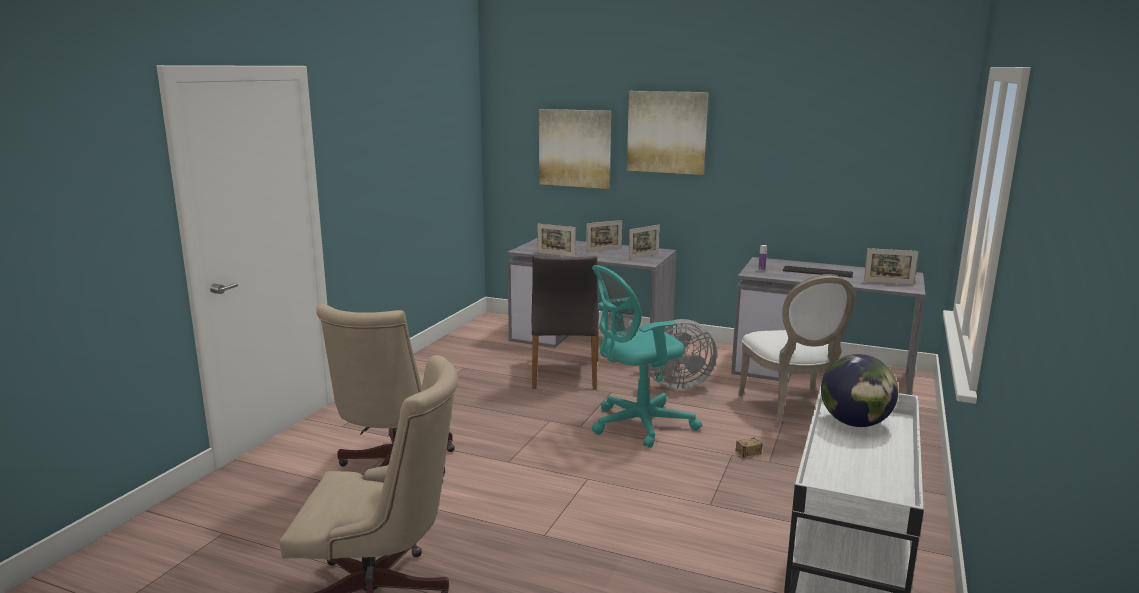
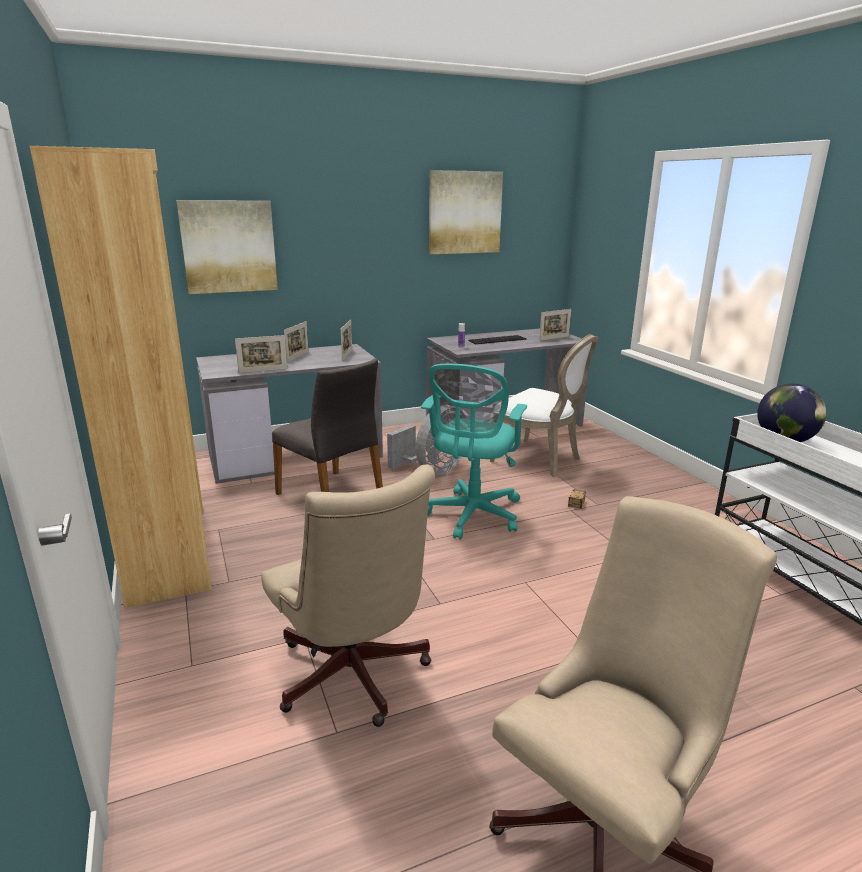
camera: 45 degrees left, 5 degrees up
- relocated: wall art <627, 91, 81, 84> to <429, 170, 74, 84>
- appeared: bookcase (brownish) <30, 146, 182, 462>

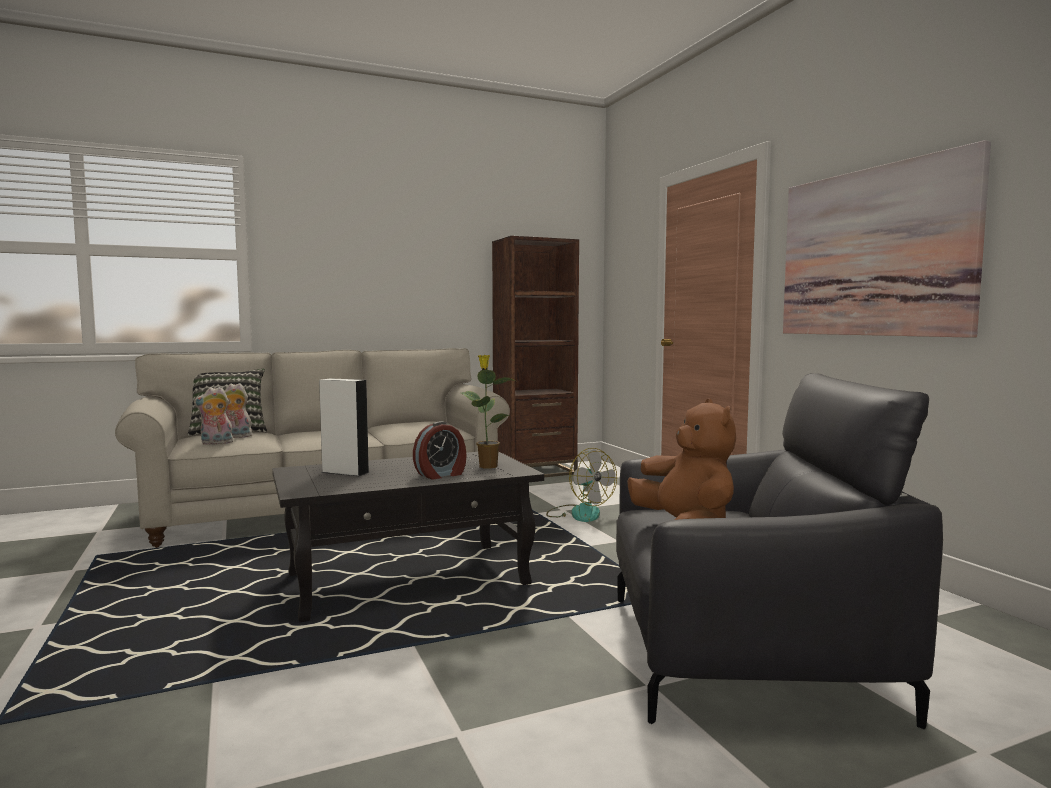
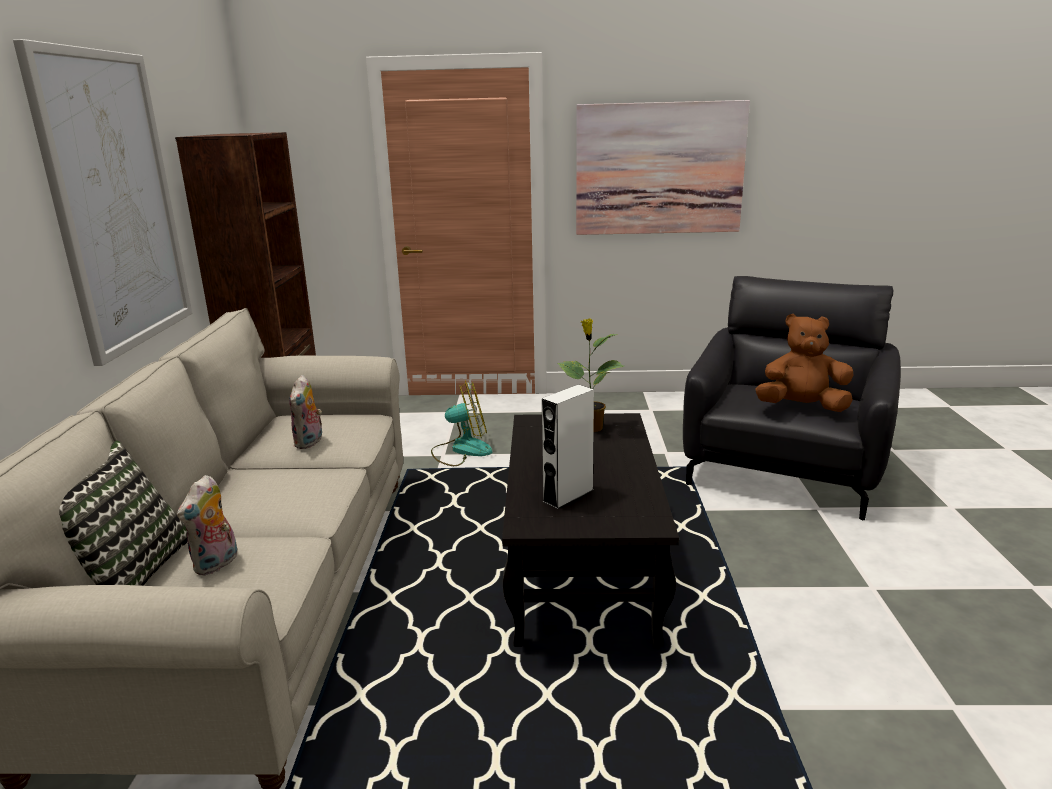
camera: 65 degrees left, 15 degrees up
- relocated: plush toy <194, 387, 39, 58> to <289, 375, 33, 74>
- missing: table clock <413, 422, 54, 57>
- appeared: wall art <13, 39, 179, 327>

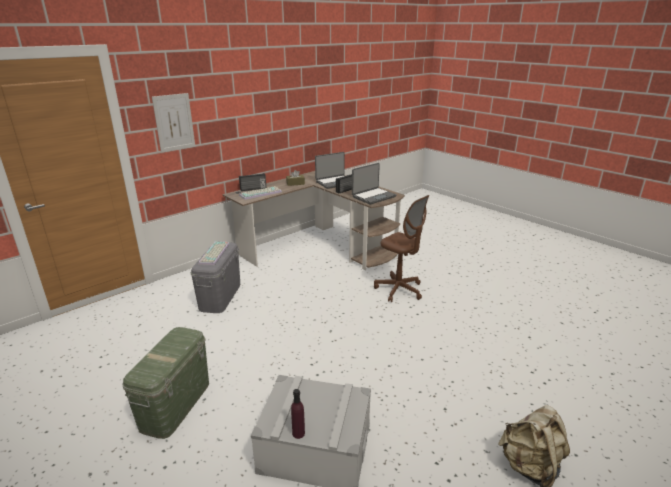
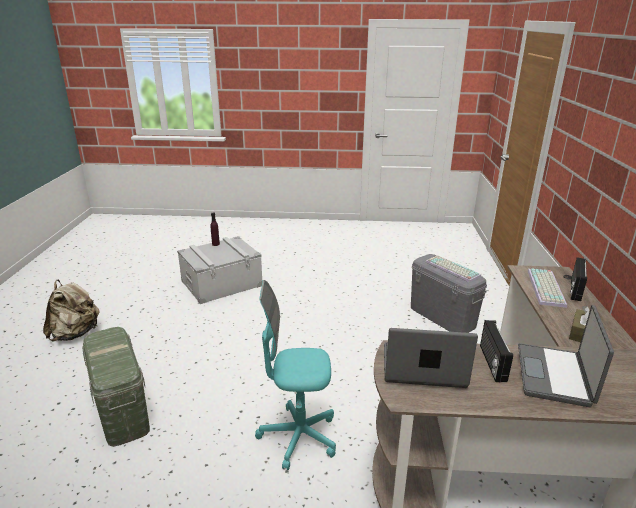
camera: 135 degrees right, 0 degrees up
- relocated: storage box (green) <122, 327, 87, 112> to <82, 327, 68, 120>
- missing: wall art <152, 93, 43, 60>
- spun: notebook computer <352, 163, 45, 42> = <384, 328, 94, 60> 90 degrees clockwise
- colour: office chair (brownish) <374, 195, 55, 107> to office chair (turquoise-coloured) <255, 280, 81, 190>

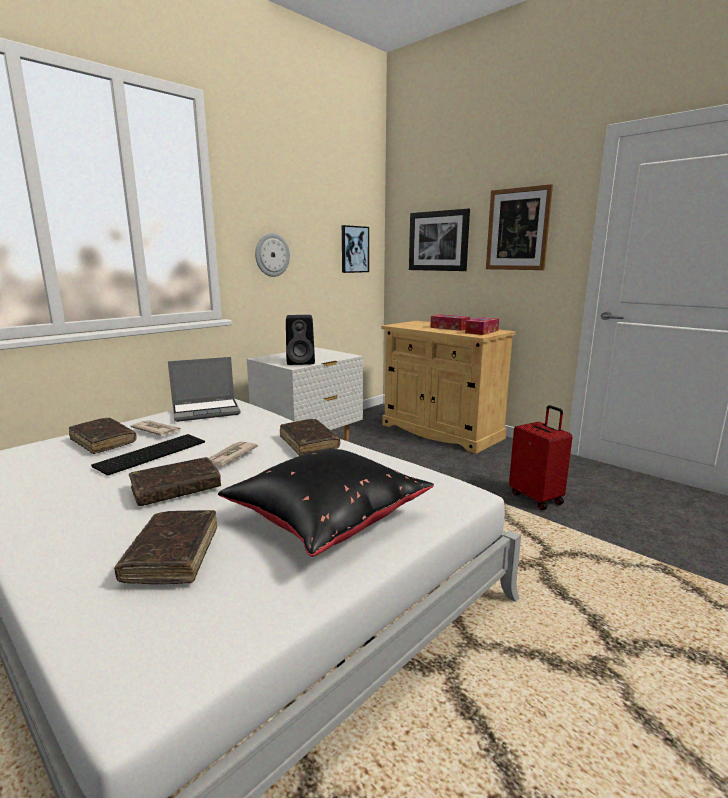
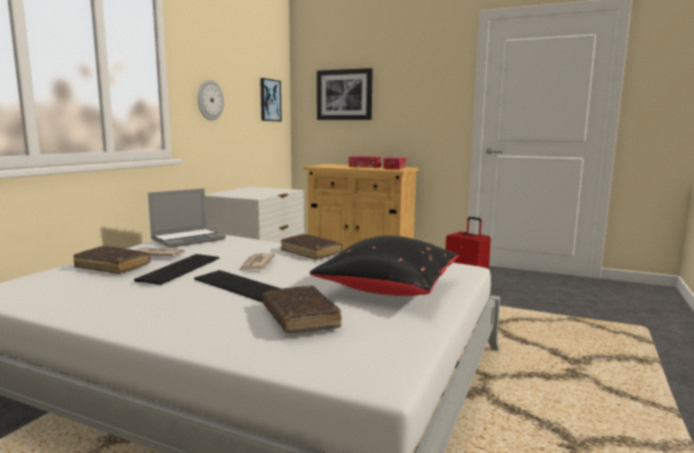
camera: 20 degrees left, 5 degrees down
- exchanged: volume (brownish) <129, 457, 92, 49> to PC keyboard <194, 270, 87, 32>
- missing: speaker (black-coloured) <286, 315, 29, 50>
- missing: wall art <486, 184, 67, 86>

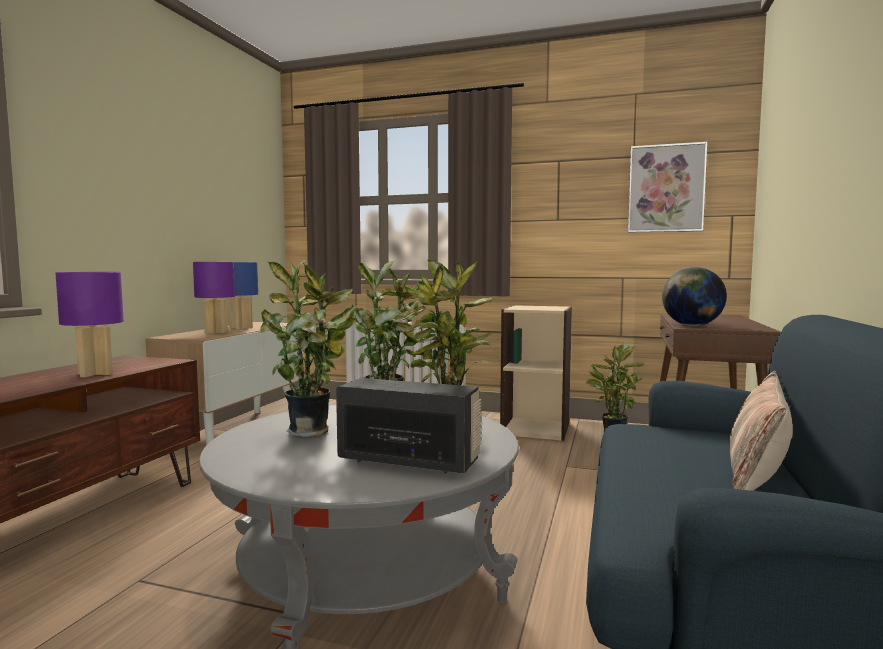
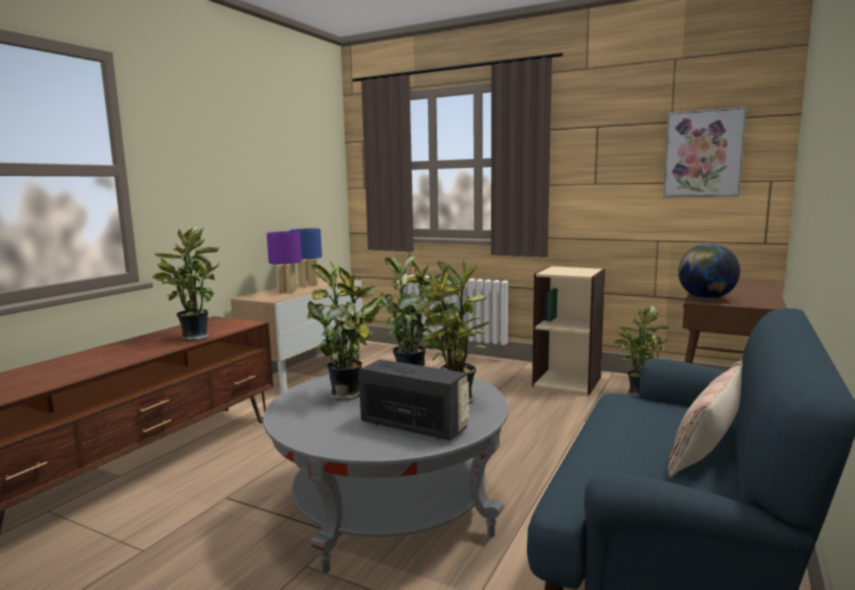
camera: 10 degrees right, 5 degrees up
- exchanged: tabletop lamp (purple) <55, 272, 69, 105> to plant in a pot <152, 226, 68, 115>

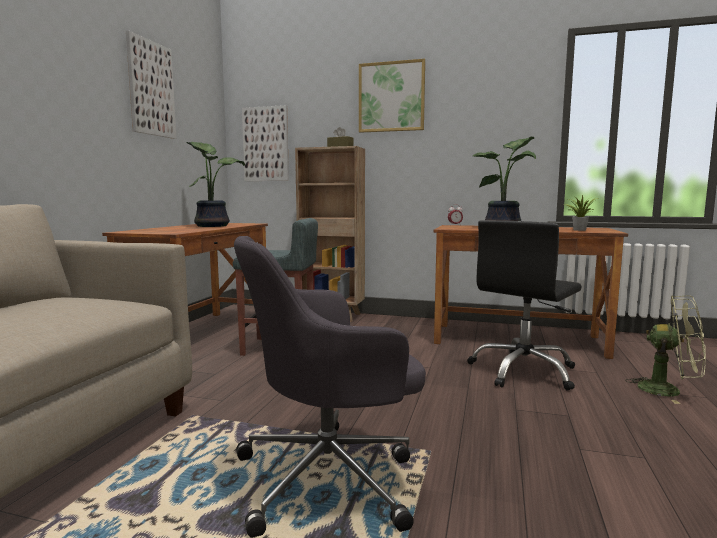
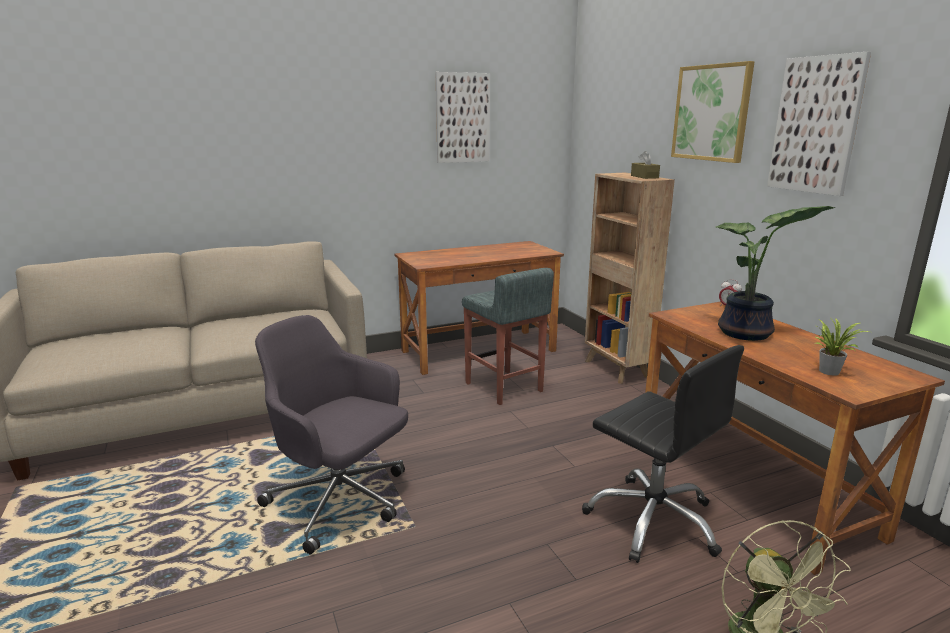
camera: 50 degrees right, 10 degrees up
- missing: plant in a pot <186, 142, 59, 85>
- relocated: wall art <242, 105, 47, 76> to <767, 52, 104, 144>
- spun: office chair (black-coloured) <468, 220, 114, 171> = <582, 345, 162, 218> 135 degrees counterclockwise

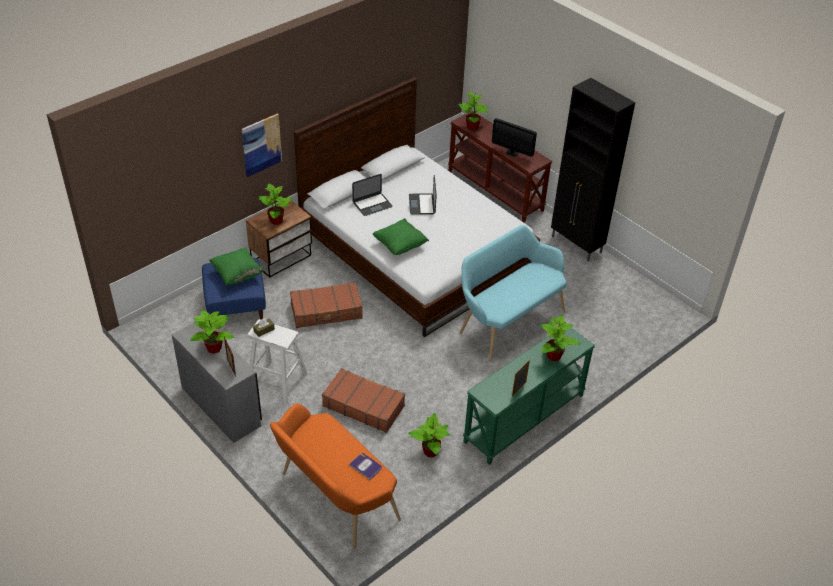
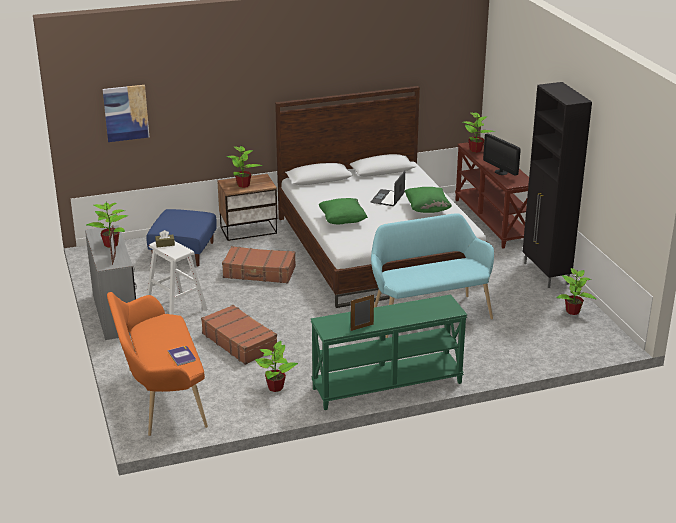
camera: 25 degrees right, 15 degrees down
- relocated: cushion (green) <209, 247, 55, 38> to <405, 187, 47, 26>
- relocated: wall art <242, 114, 40, 63> to <103, 85, 46, 57>
- missing: notebook computer <352, 174, 40, 42>
- relocated: plant in a pot <540, 314, 41, 47> to <557, 268, 39, 47>

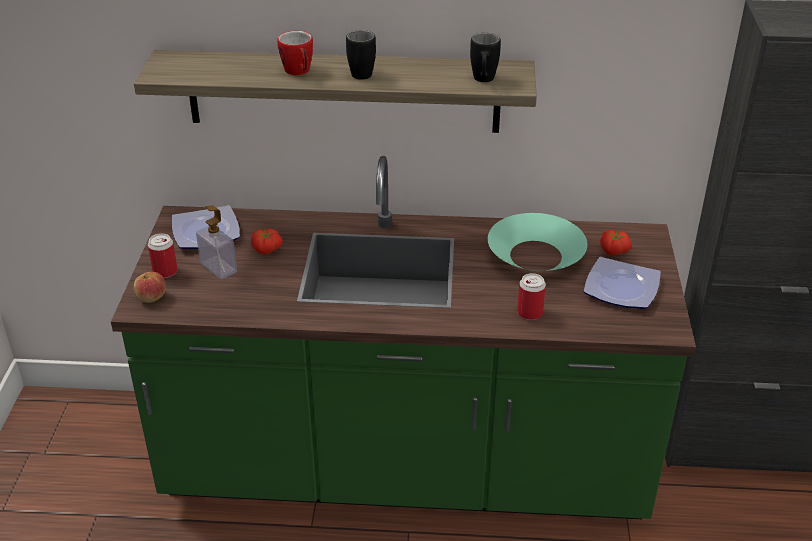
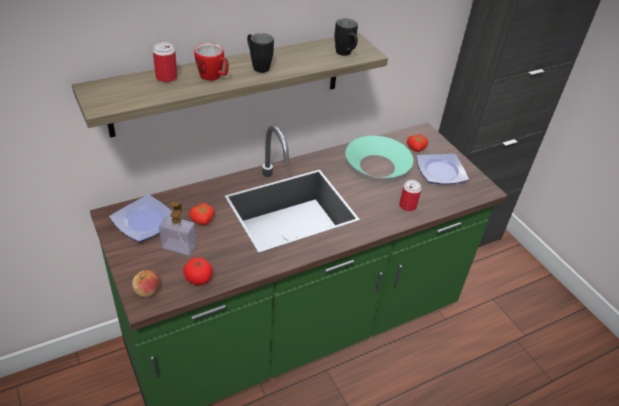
camera: 35 degrees left, 5 degrees up
- relocated: sealed can <148, 233, 29, 45> to <153, 42, 24, 41>
- appeared: whole tomato <183, 257, 30, 28>

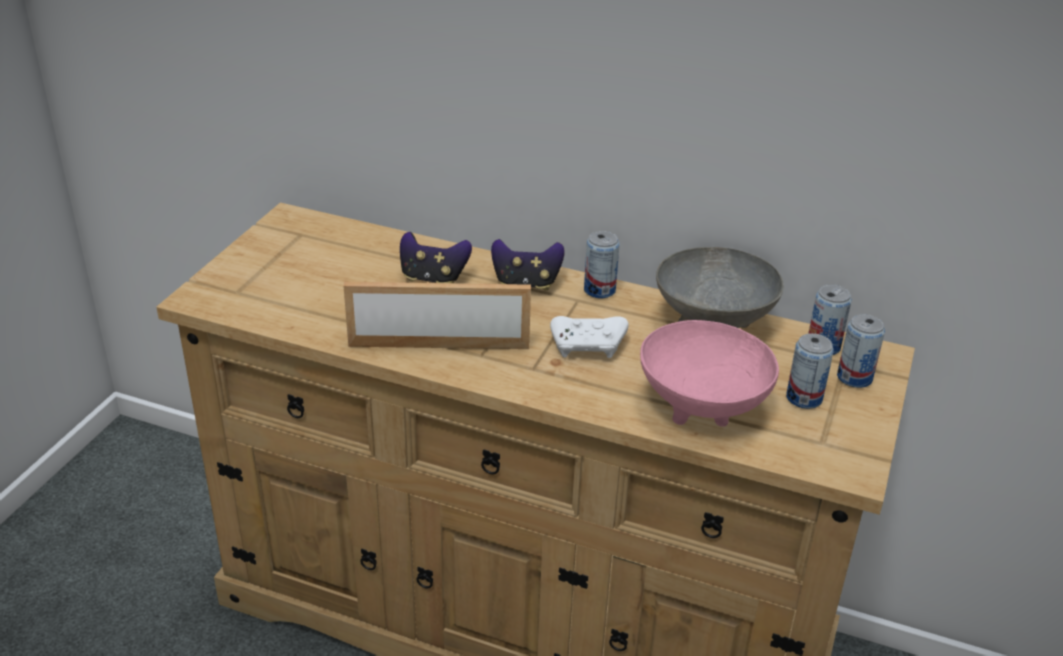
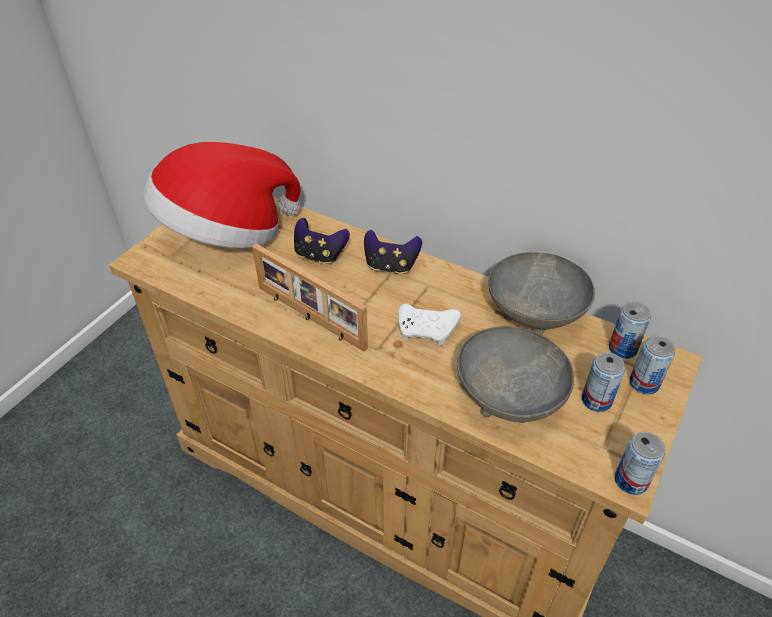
camera: 10 degrees right, 10 degrees up
- spun: picture frame <344, 282, 187, 67> = <252, 243, 116, 109> 150 degrees counterclockwise
- relocated: sealed can <584, 231, 36, 68> to <615, 432, 50, 63>
- colour: serving bowl (pink-coloured) <640, 320, 139, 107> to serving bowl (greyish) <457, 326, 117, 97>
- appeared: hat <142, 142, 158, 106>

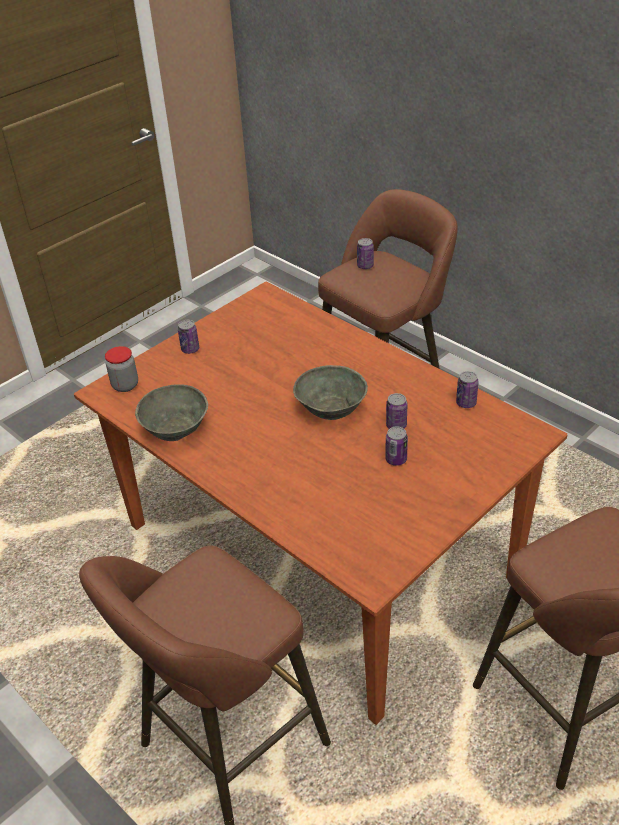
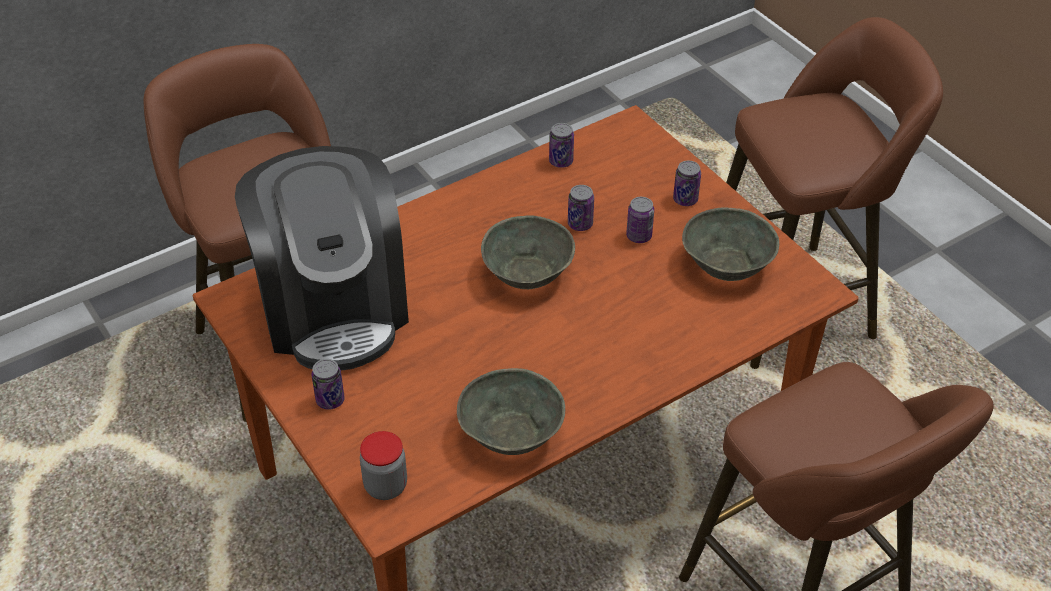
camera: 80 degrees left, 5 degrees up
- relocated: sealed can <357, 238, 17, 31> to <673, 161, 28, 45>
- appeared: coffee maker <235, 146, 174, 225>
- appeared: serving bowl (greyish) <682, 208, 97, 73>

